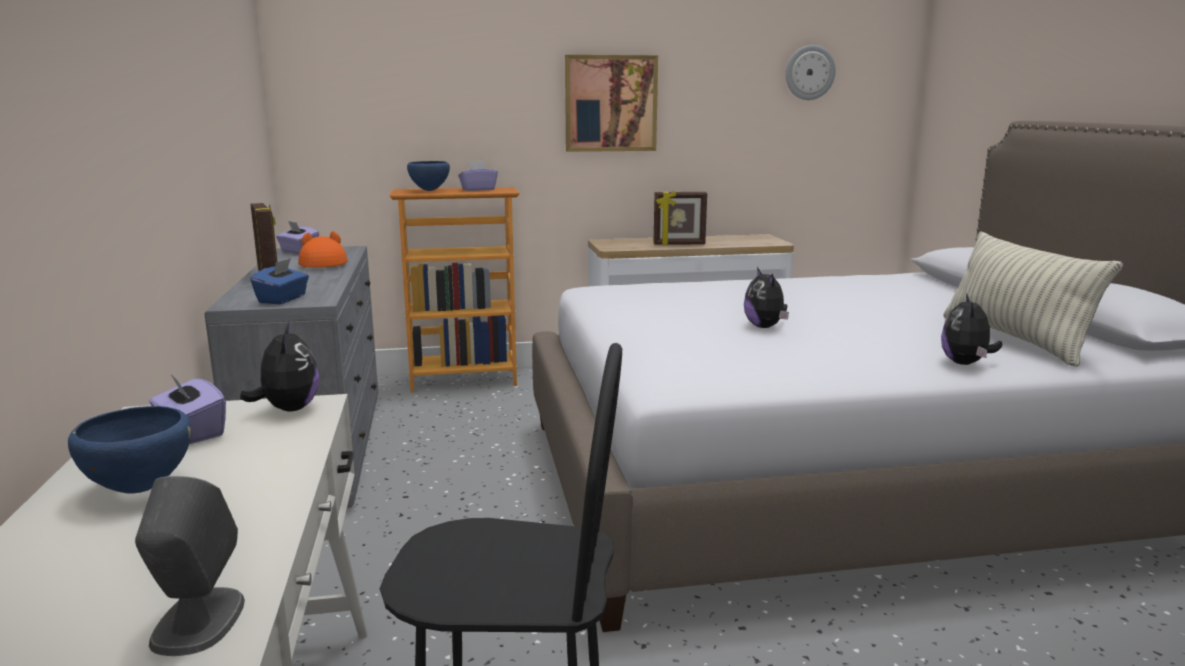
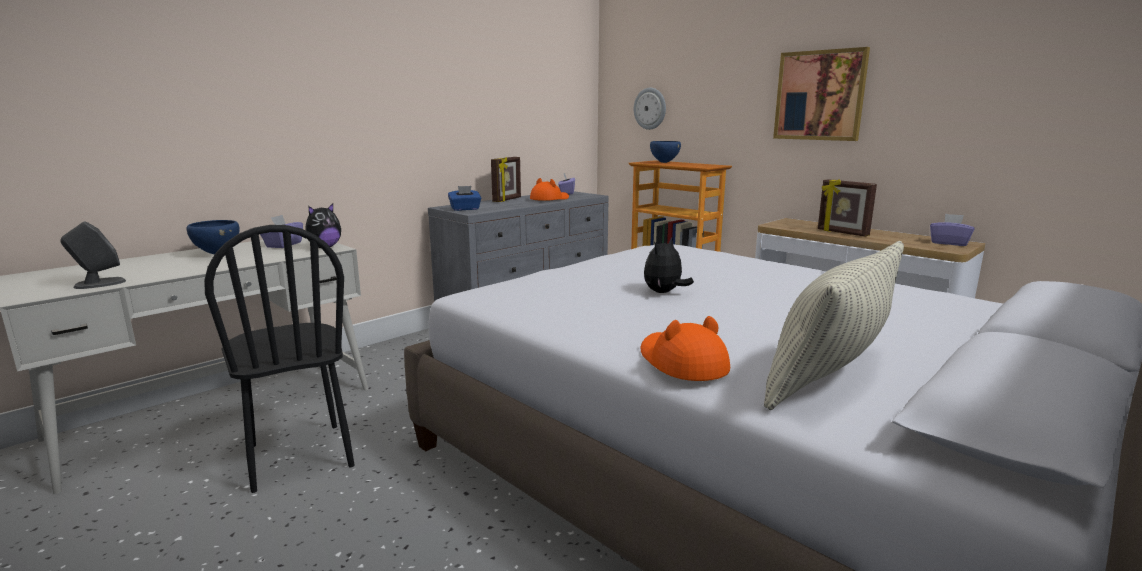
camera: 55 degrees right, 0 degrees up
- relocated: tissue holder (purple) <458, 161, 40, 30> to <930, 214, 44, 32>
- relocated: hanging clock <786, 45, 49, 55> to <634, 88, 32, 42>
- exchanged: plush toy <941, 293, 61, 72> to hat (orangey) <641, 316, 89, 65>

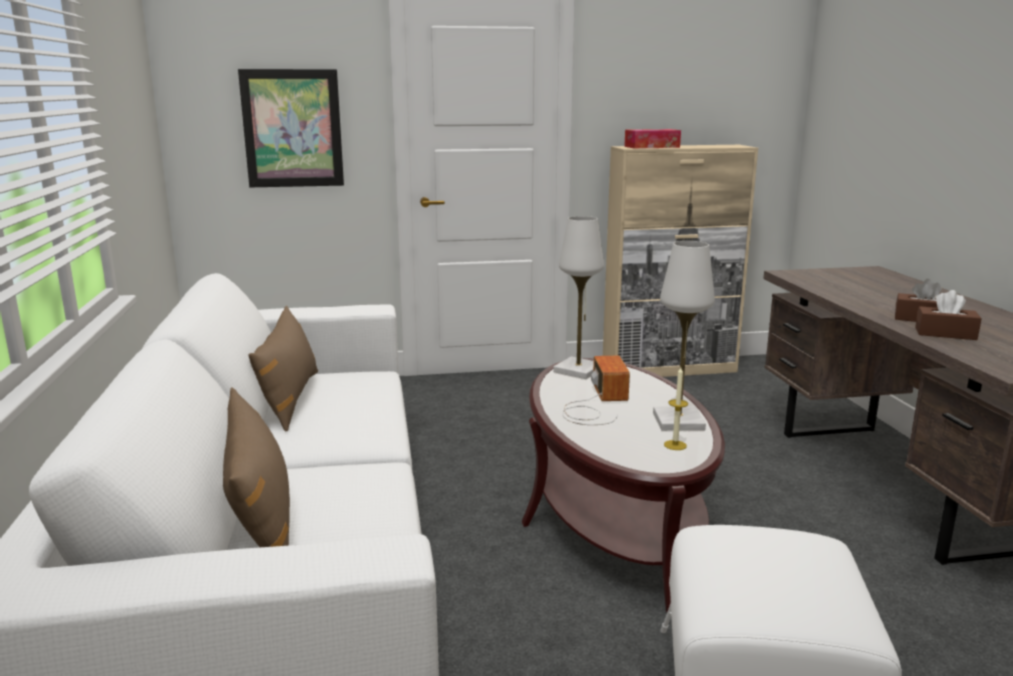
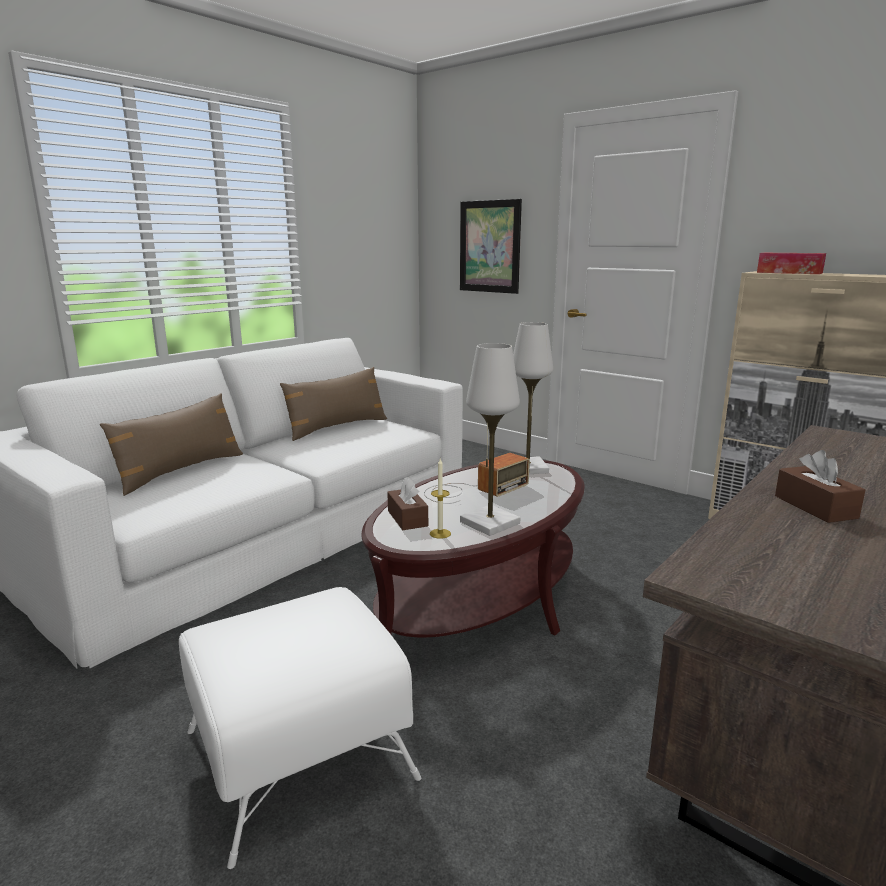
camera: 50 degrees right, 0 degrees up
- relocated: tissue holder (brownish) <915, 290, 67, 50> to <387, 478, 41, 52>

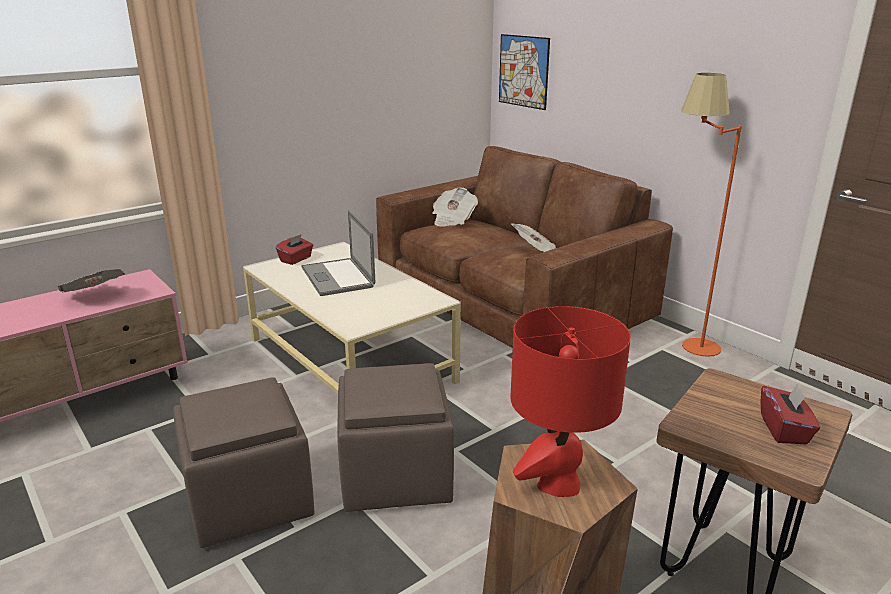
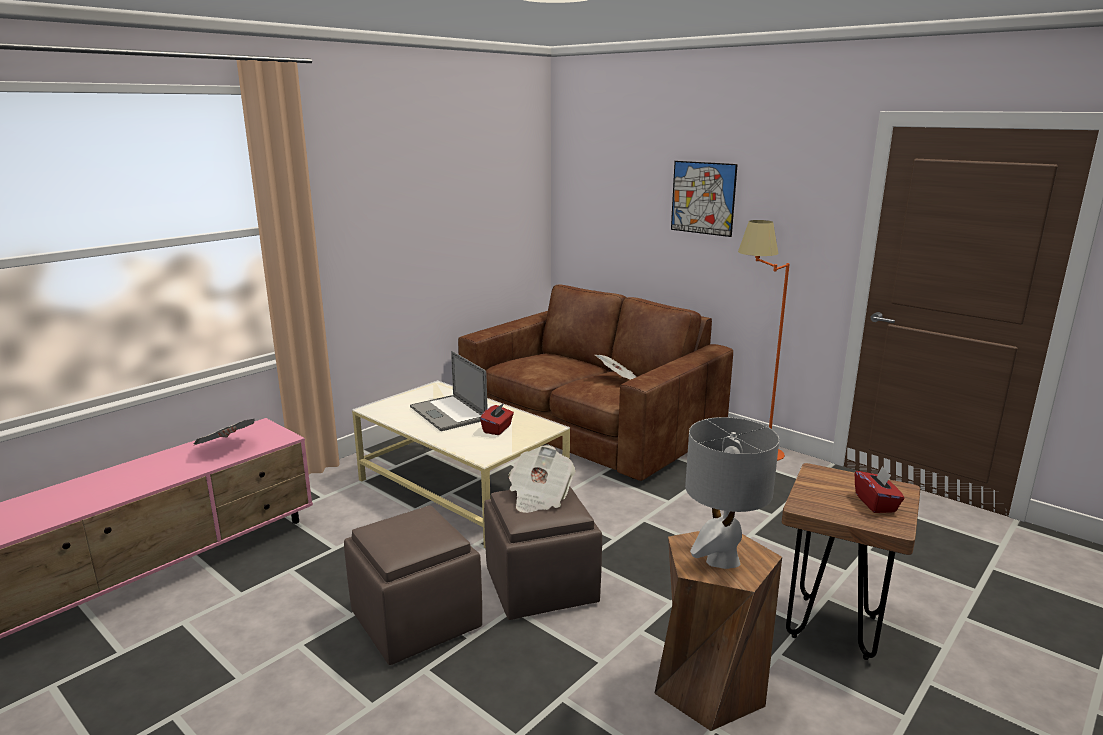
camera: 10 degrees left, 5 degrees down
- relocated: tissue holder (reddish) <276, 234, 37, 31> to <480, 403, 34, 32>
- relocated: printed paper <432, 187, 46, 40> to <509, 446, 66, 67>
- relocated: wall art <499, 34, 51, 76> to <671, 161, 67, 76>
- colour: tabletop lamp (reddish) <510, 306, 121, 191> to tabletop lamp (greyish) <685, 417, 94, 152>

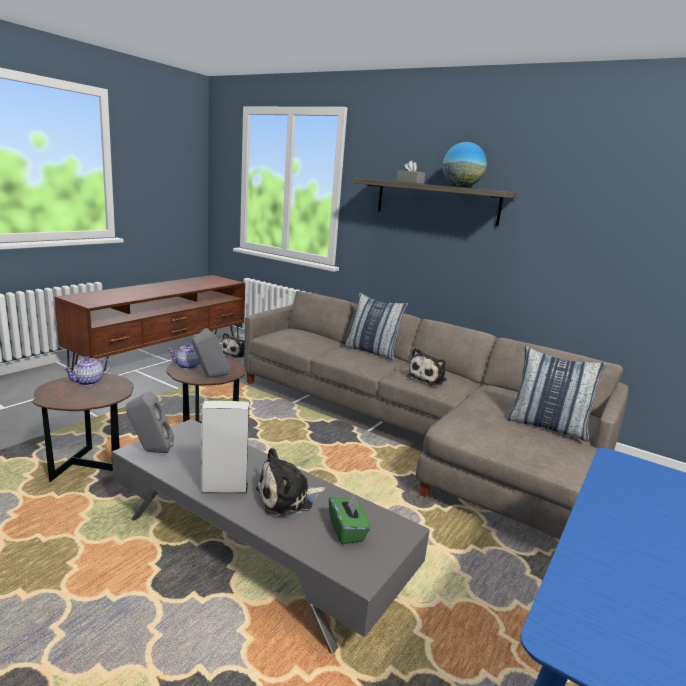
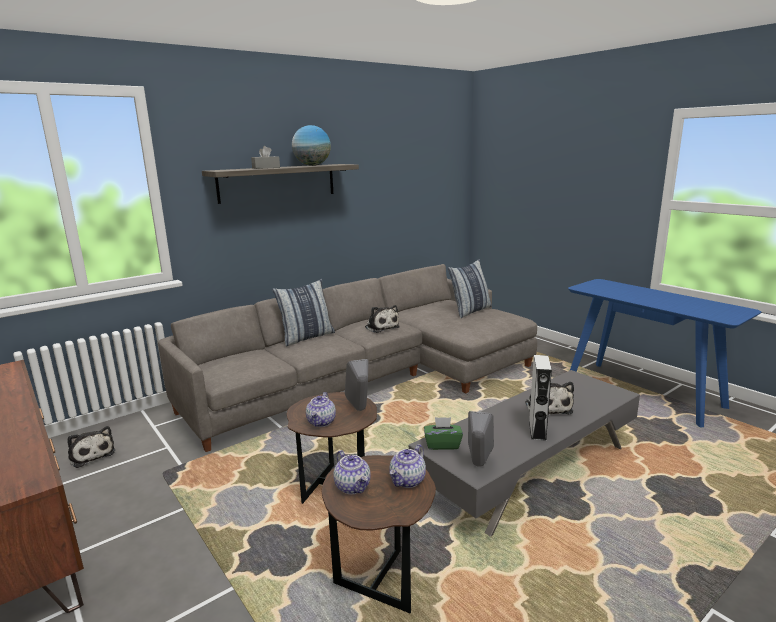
camera: 70 degrees left, 0 degrees up
- relocated: tissue holder (green) <329, 494, 41, 50> to <424, 417, 39, 33>
- appeared: pot for tea <389, 444, 37, 44>

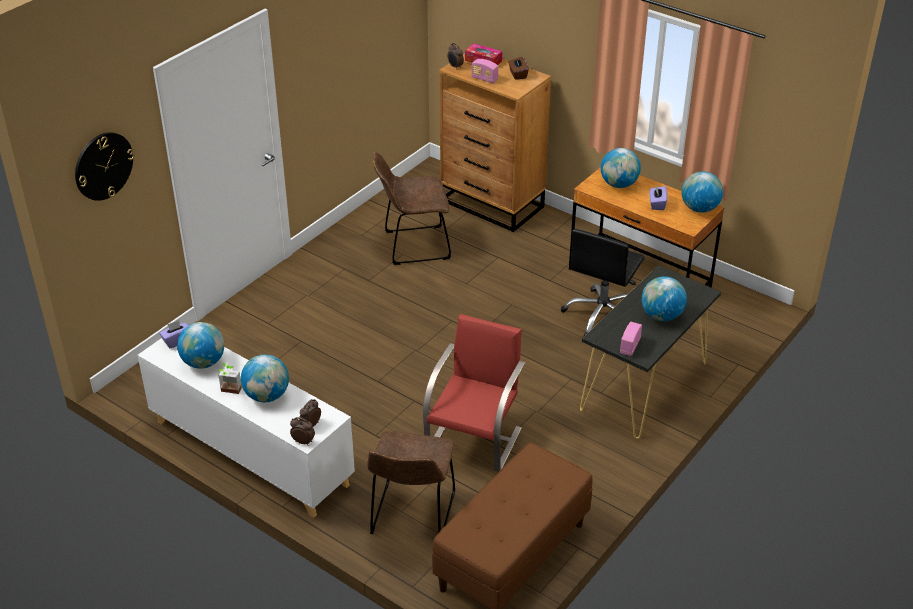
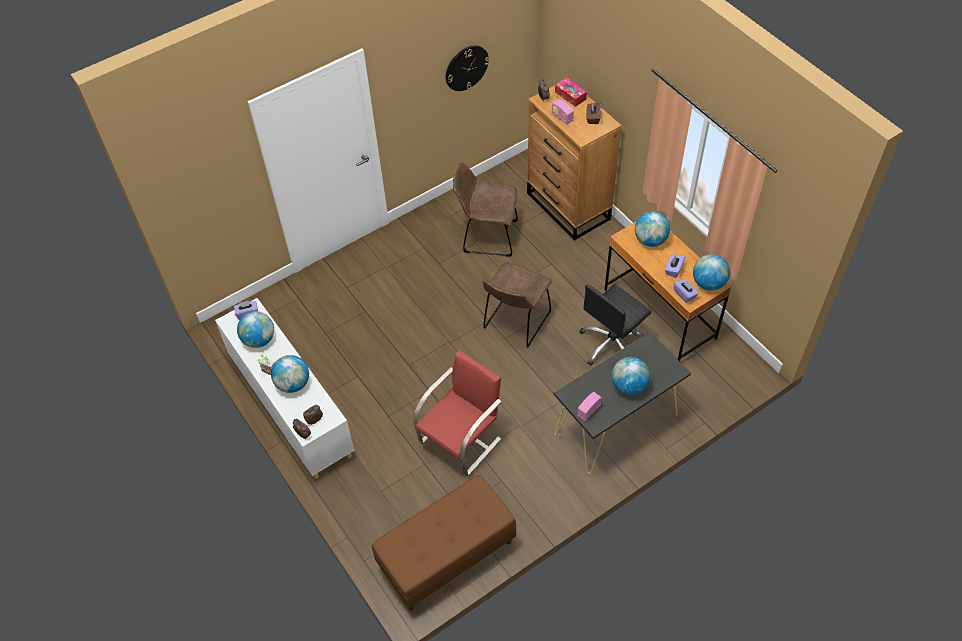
camera: 20 degrees right, 15 degrees up
- relocated: hanging clock <75, 132, 59, 69> to <446, 45, 43, 46>
- relocated: chair (brownish) <367, 431, 88, 103> to <482, 262, 70, 85>
- appeared: tissue holder (purple) <674, 279, 25, 24>

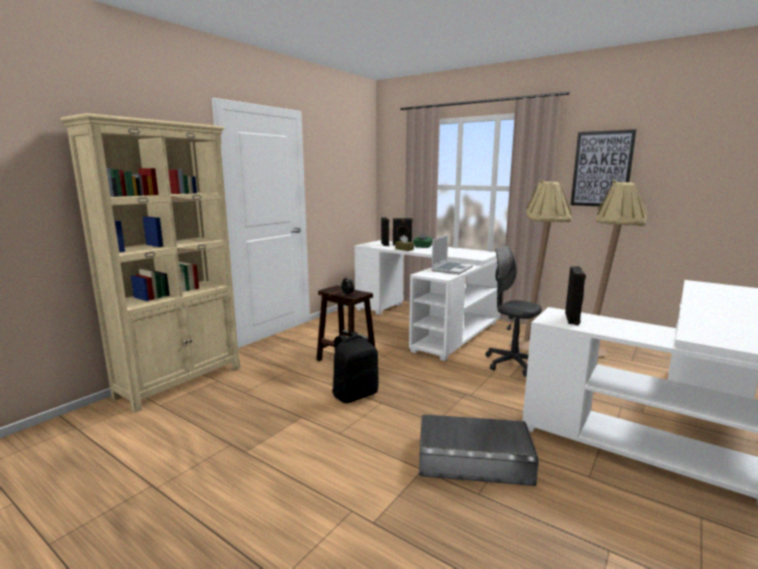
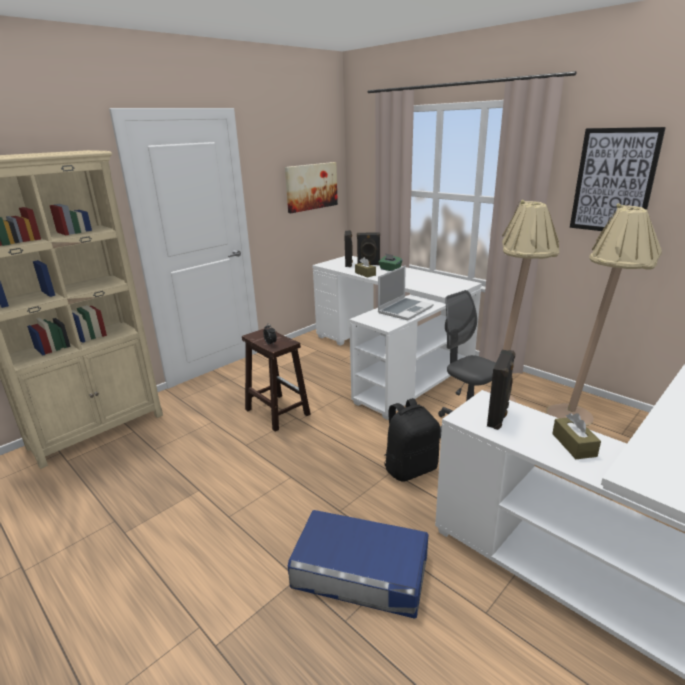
camera: 10 degrees right, 10 degrees up
- relocated: knapsack (black-coloured) <332, 332, 46, 71> to <385, 398, 55, 84>
- colour: storage box (greyish) <419, 414, 120, 72> to storage box (bluish) <288, 510, 141, 109>
- appeared: wall art <285, 162, 53, 51>
- appeared: tissue holder (brownish) <552, 413, 49, 46>

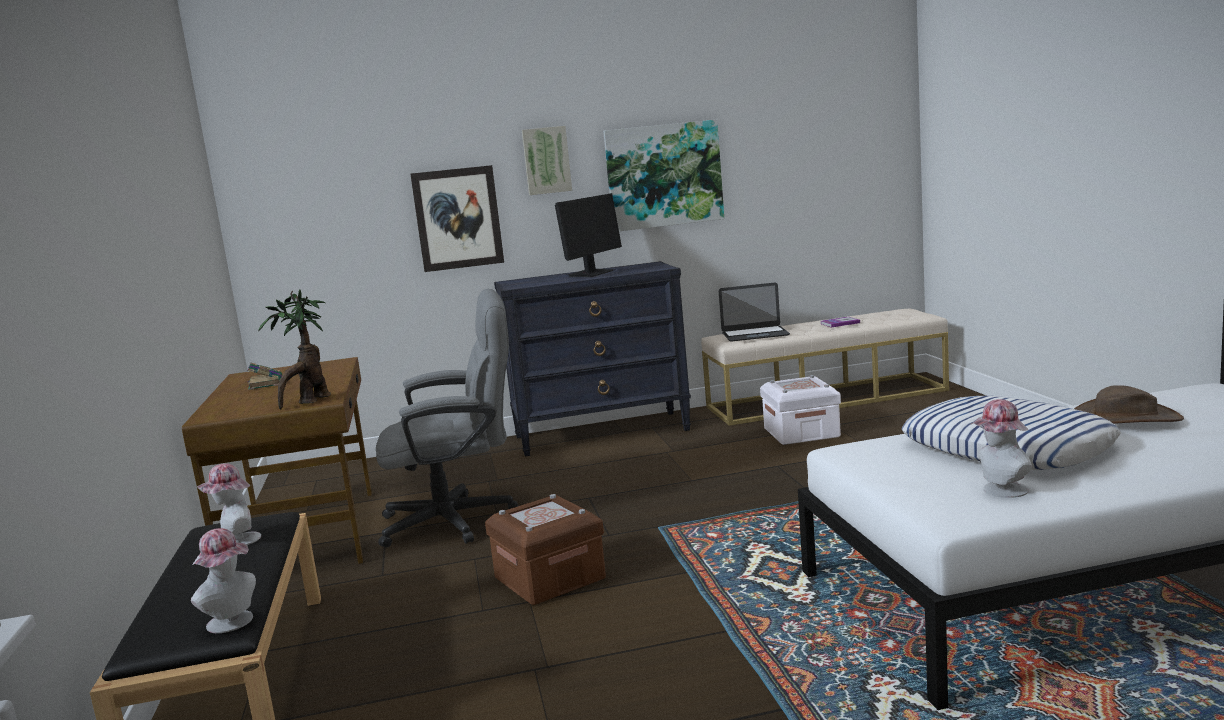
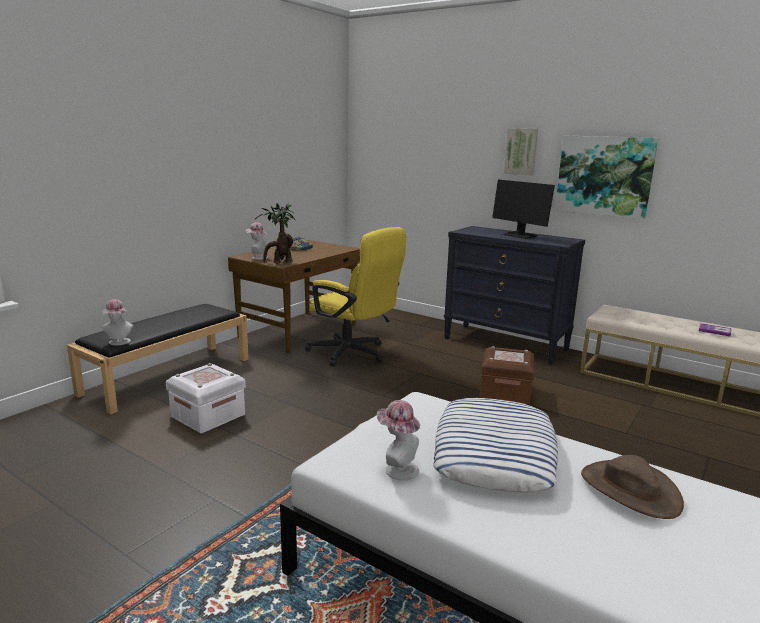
camera: 45 degrees right, 5 degrees up
- relocated: hat <197, 463, 64, 82> to <246, 222, 22, 38>
- colour: office chair (greyish) <376, 289, 142, 259> to office chair (yellow) <305, 227, 101, 140>
- missing: wall art <411, 165, 93, 107>
- relocated: storage box (brownish) <485, 494, 121, 111> to <480, 346, 54, 59>
- spun: monitor <555, 193, 67, 84> = <492, 179, 63, 60> 60 degrees clockwise
- missing: notebook computer <719, 282, 71, 59>
- relocated: storage box (whitish) <760, 375, 81, 70> to <166, 363, 80, 71>

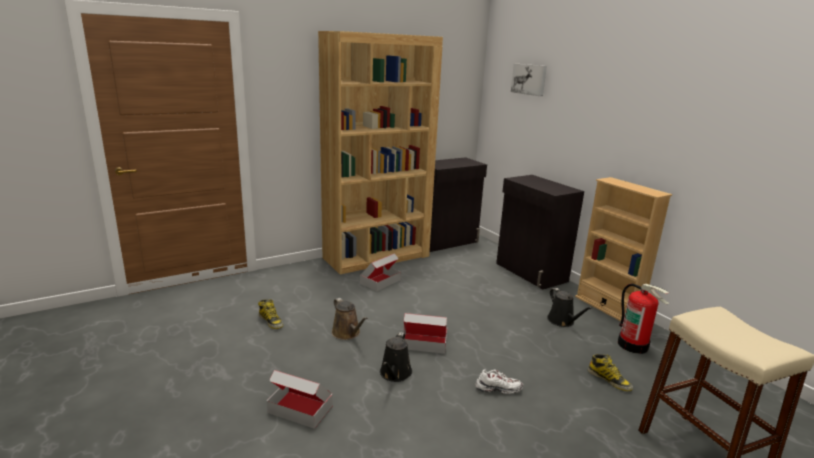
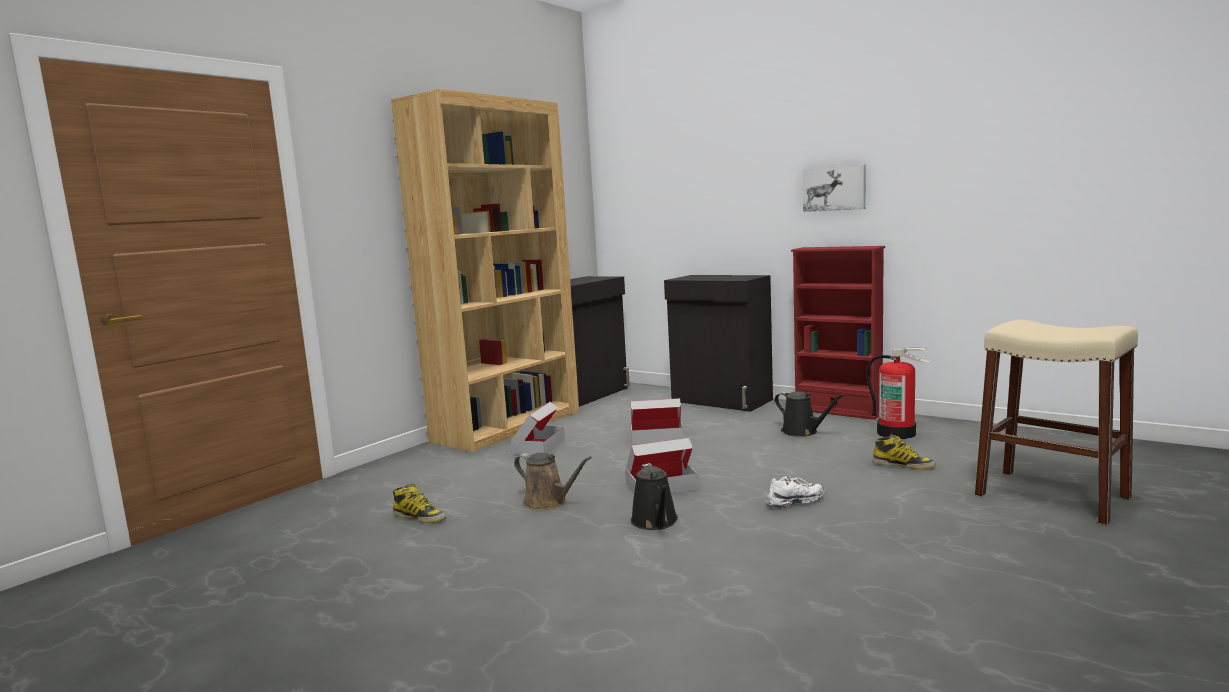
camera: 20 degrees left, 10 degrees down
- relocated: cardboard box <267, 370, 66, 59> to <630, 398, 54, 46>
- relocated: wall art <511, 64, 36, 32> to <803, 165, 63, 47>
- colour: bookcase (sand-coloured) <575, 177, 97, 144> to bookcase (reddish) <791, 246, 94, 174>

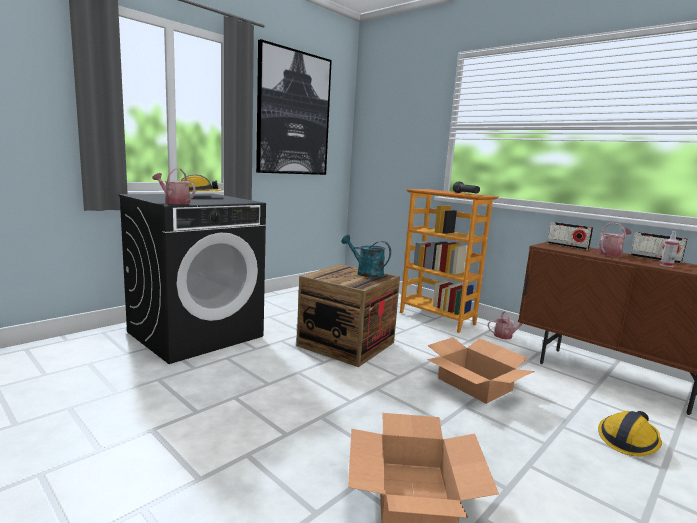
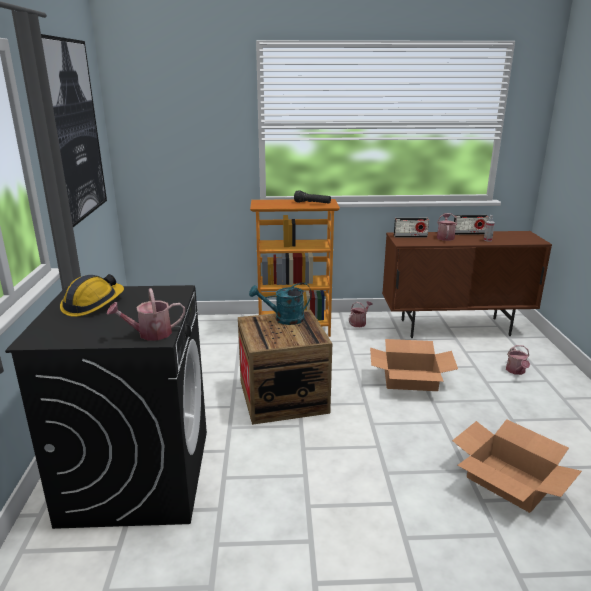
camera: 45 degrees left, 10 degrees up
- exchanged: safety helmet <598, 411, 64, 45> to watering pot <506, 345, 24, 30>

